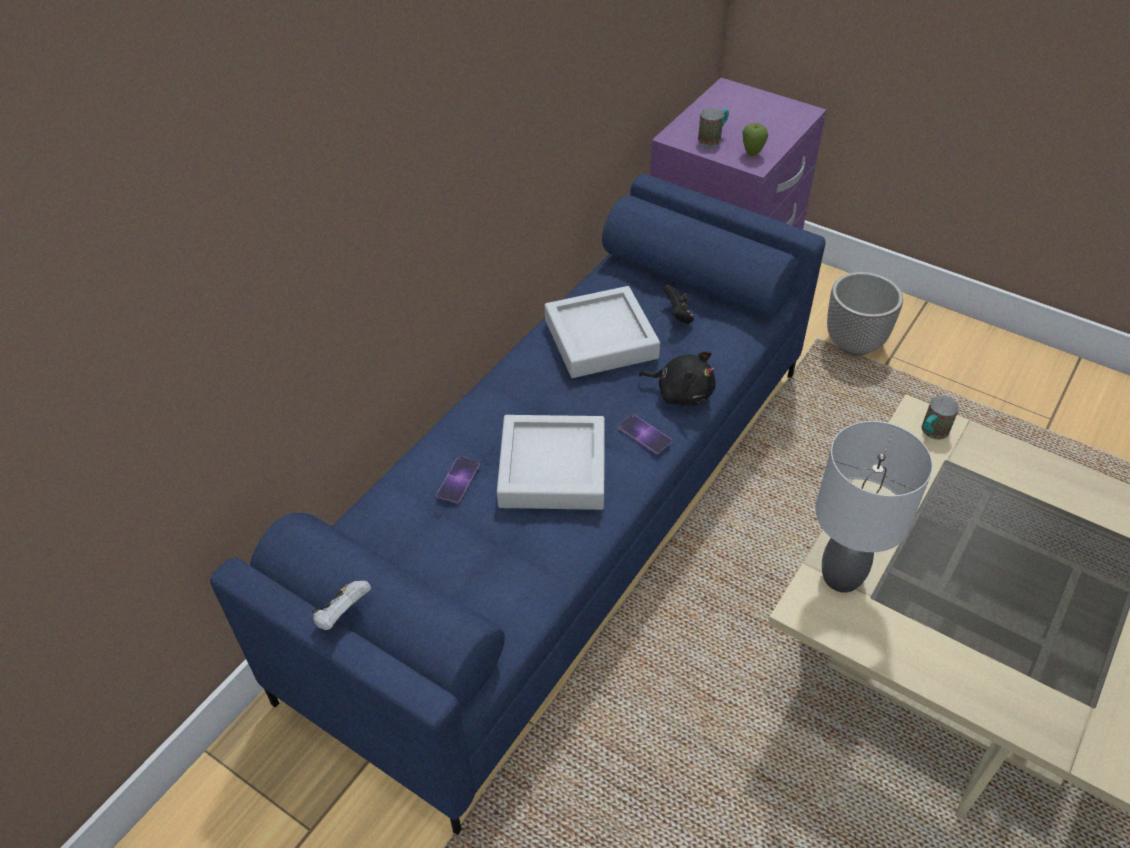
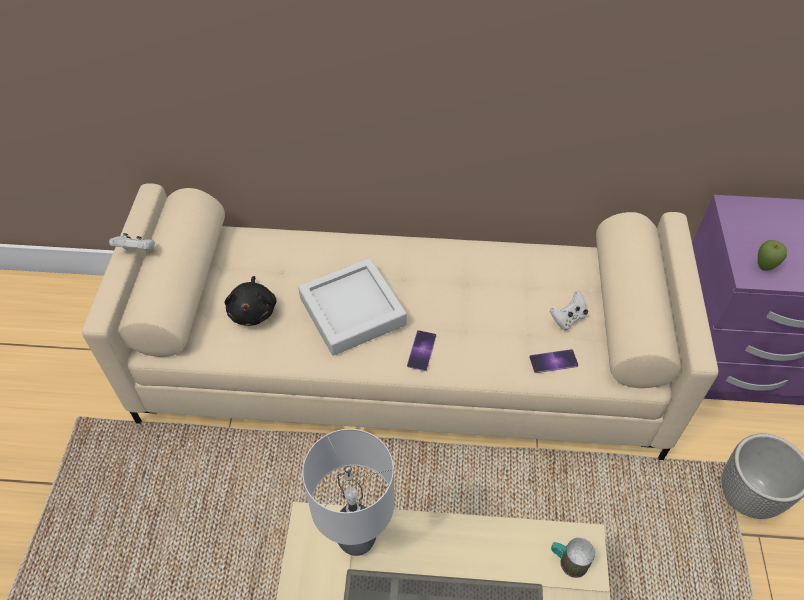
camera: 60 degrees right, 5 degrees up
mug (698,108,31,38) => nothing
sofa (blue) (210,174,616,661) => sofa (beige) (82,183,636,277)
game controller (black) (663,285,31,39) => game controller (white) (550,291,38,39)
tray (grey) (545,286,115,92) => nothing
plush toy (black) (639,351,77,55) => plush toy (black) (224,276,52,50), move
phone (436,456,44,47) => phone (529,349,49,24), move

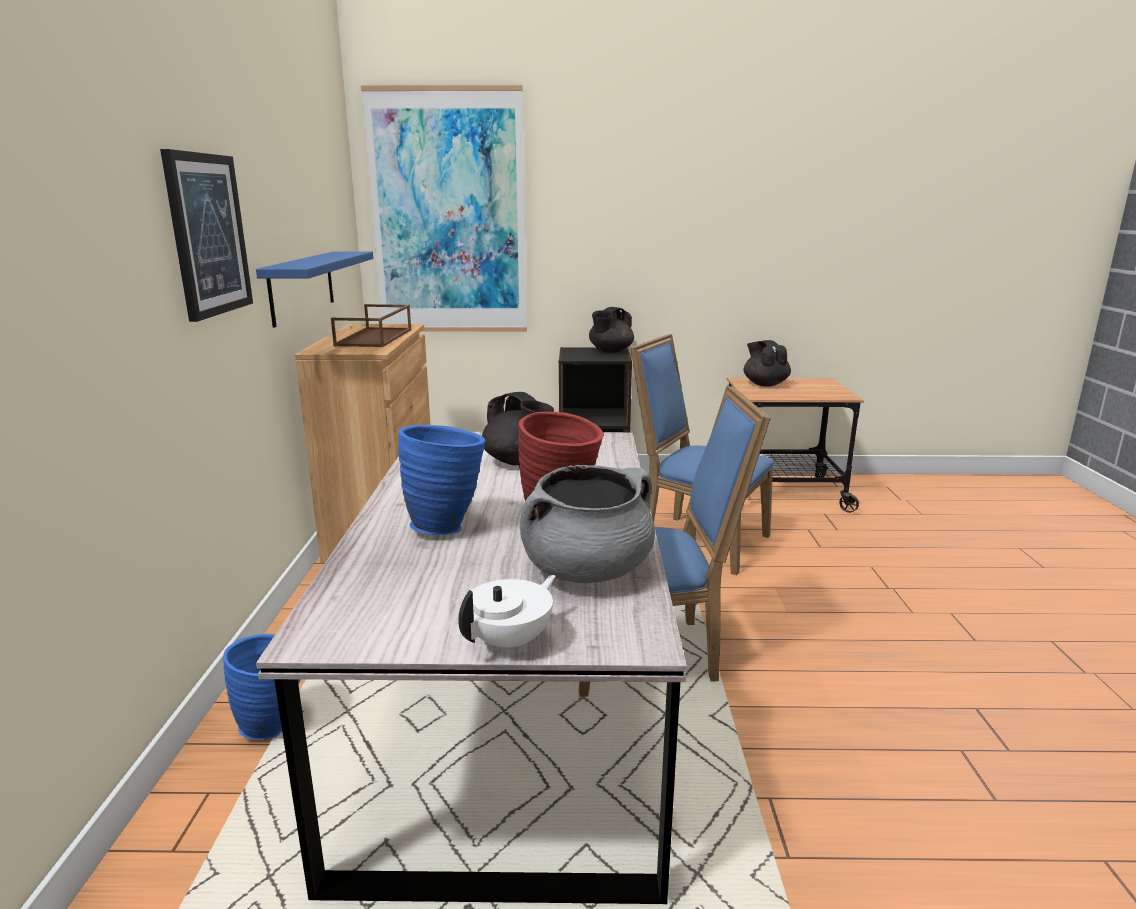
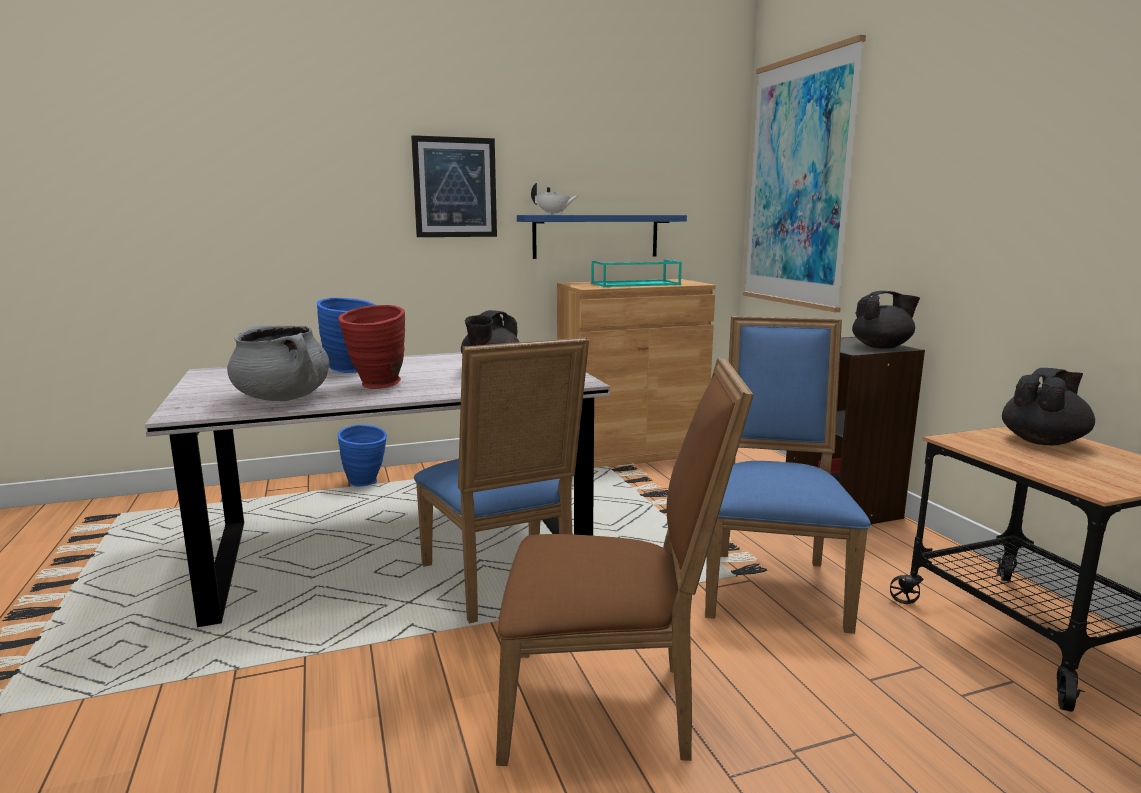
camera: 70 degrees right, 5 degrees down
tray (brown) (331,304,80,43) => tray (turquoise) (591,259,91,28)
teapot (black) (589,307,45,46) => teapot (black) (852,291,68,58), 150 degrees clockwise
teapot (white) (458,575,98,76) => teapot (white) (531,183,48,32), move
nothing => chair (brown) (496,357,258,409)

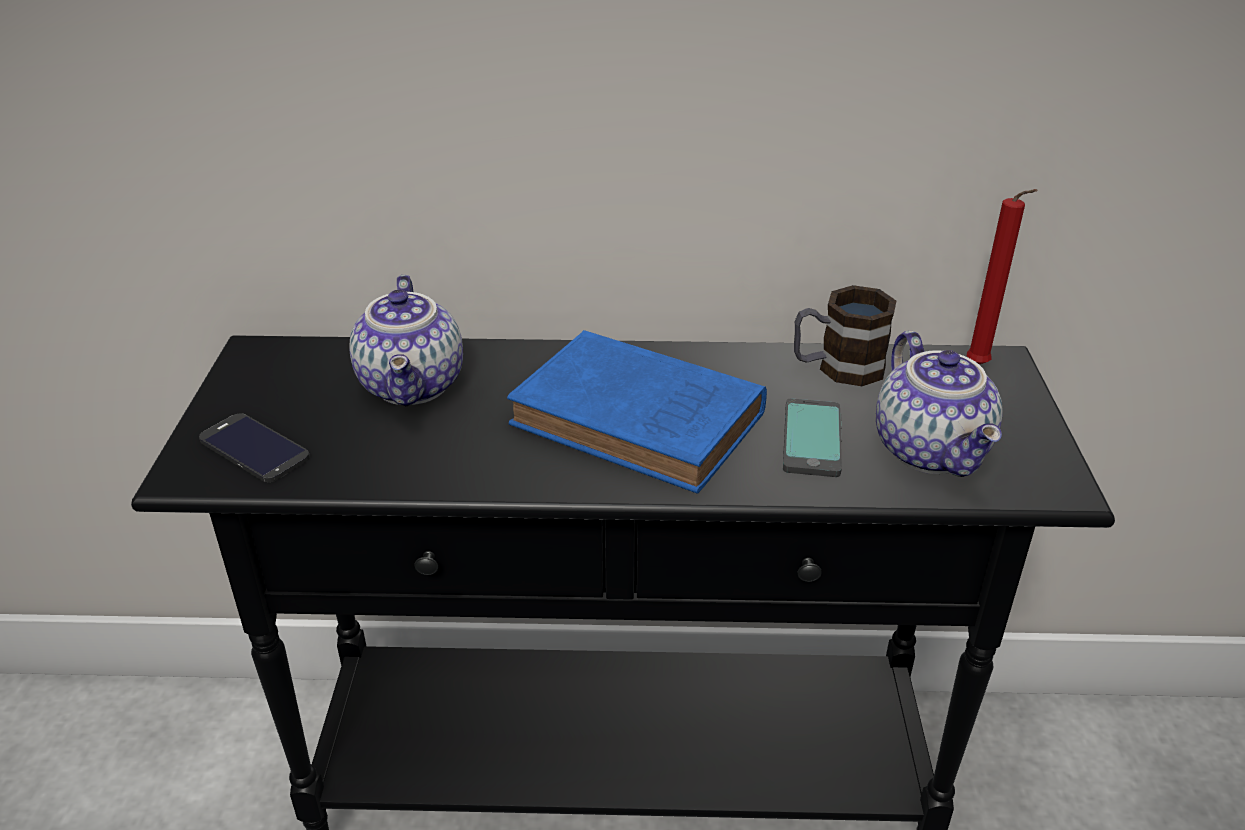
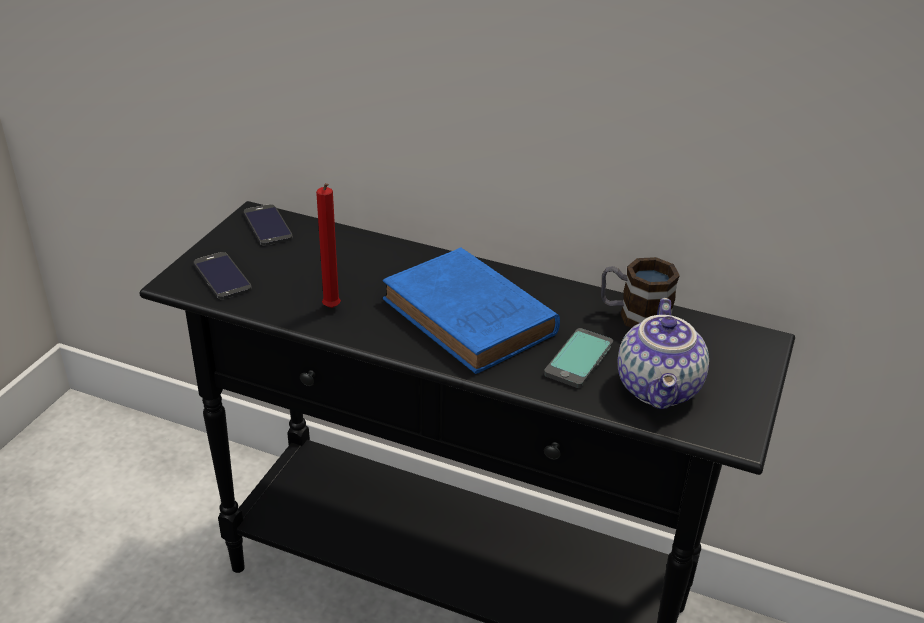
camera: 20 degrees right, 0 degrees up
candle (red) (967,189,71,175) => candle (red) (316,183,25,125), move
teapot (349,275,114,132) => nothing
nothing => phone (244,204,49,41)

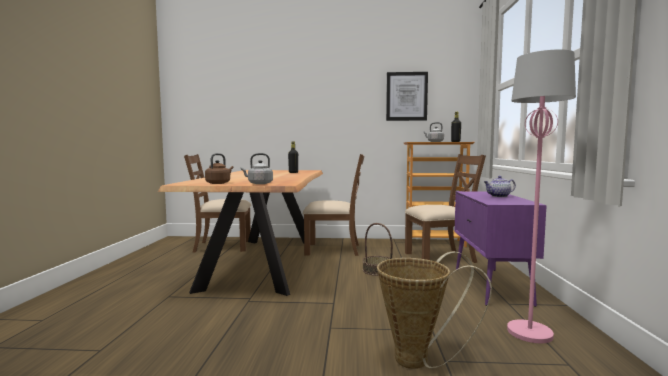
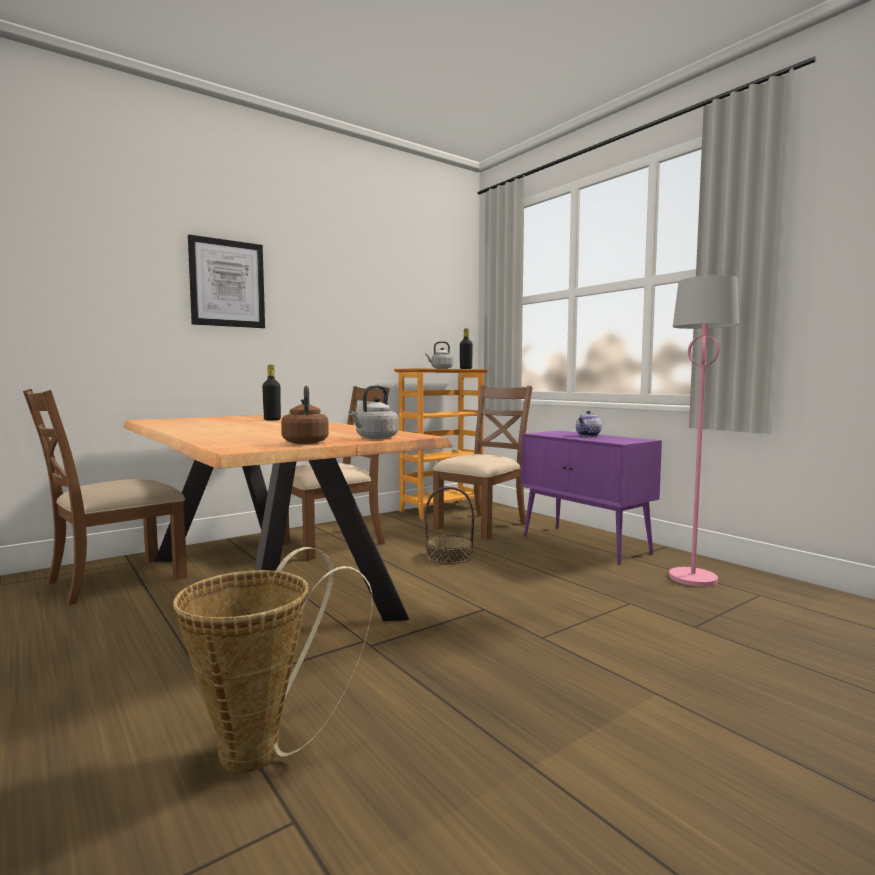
camera: 40 degrees left, 0 degrees up
picture (386,72,42,49) => picture (188,235,77,93), move
basket (377,251,115,118) => basket (173,547,200,226), move

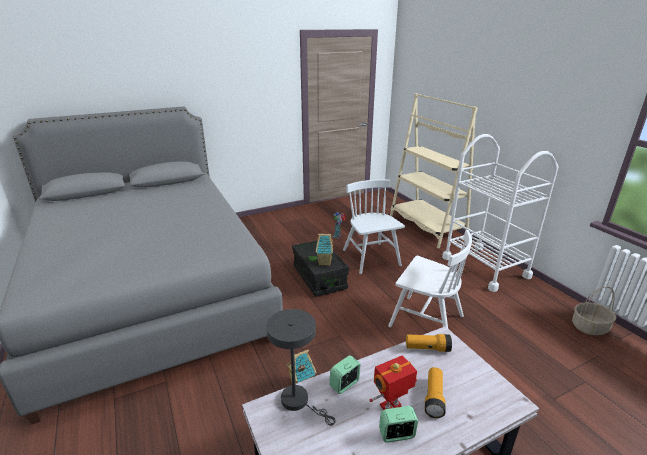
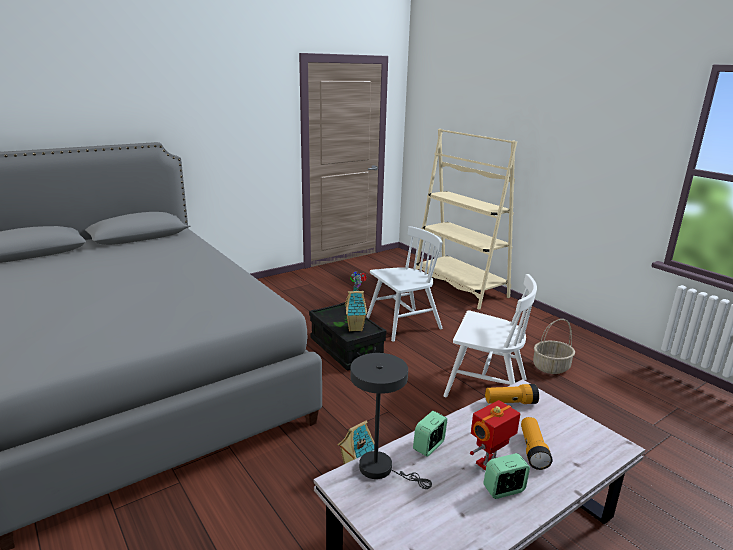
camera: 10 degrees left, 5 degrees down
cart (white) (442,134,117,158) => nothing
chair (white) (343,180,62,94) => chair (white) (366,226,77,116), 90 degrees clockwise
basket (572,286,44,49) => basket (533,319,42,55), move

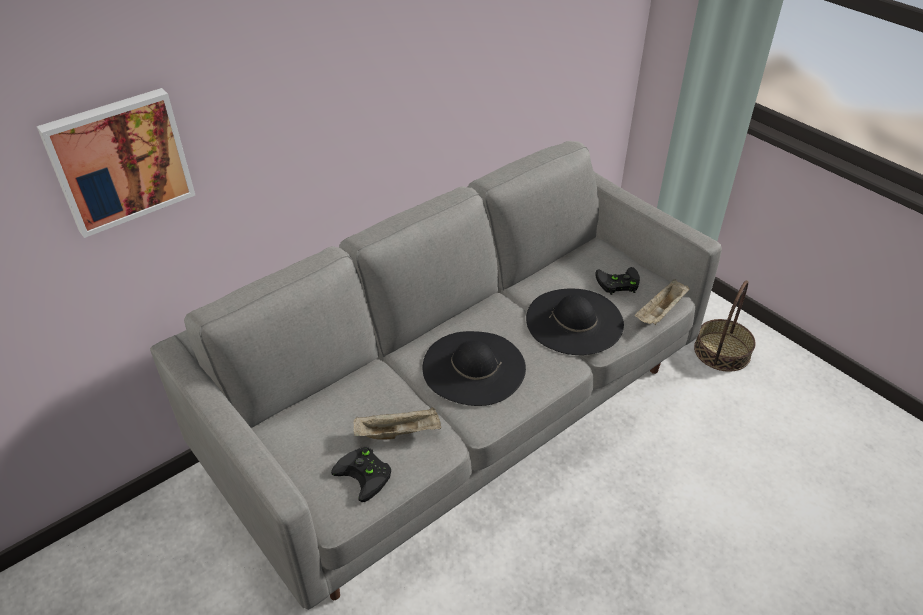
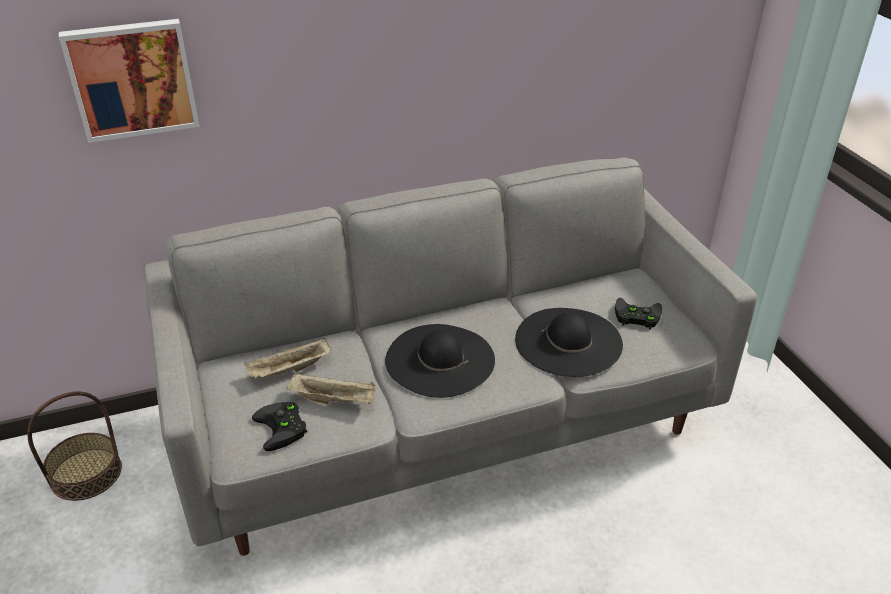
camera: 20 degrees right, 5 degrees down
tray (beige) (635,279,54,46) => tray (beige) (244,338,87,41), move
basket (694,280,62,92) => basket (27,391,95,110), move

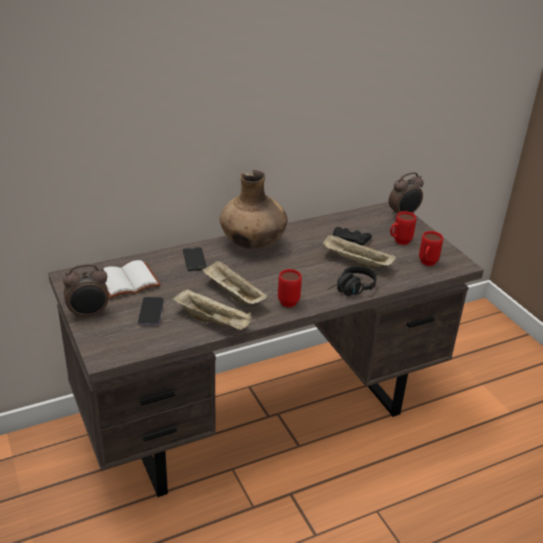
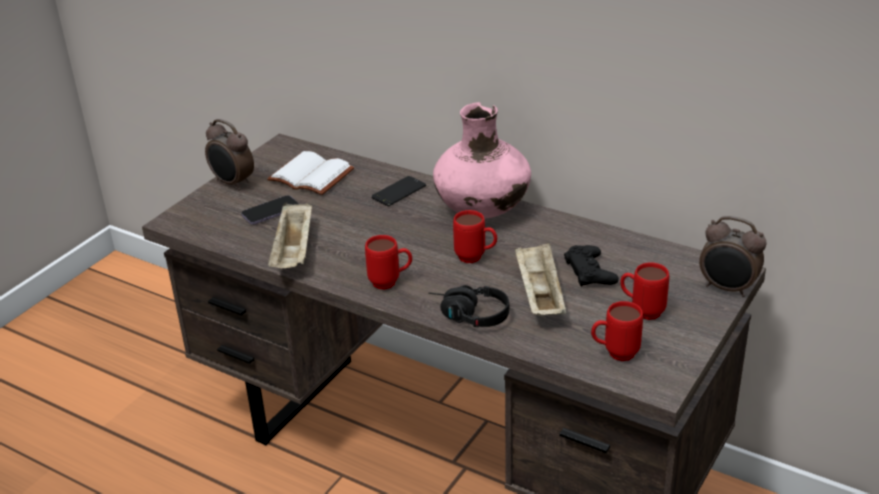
camera: 60 degrees right, 0 degrees up
vase (brown) (219,170,69,79) => vase (pink) (433,102,98,117)
tray (beige) (201,259,68,45) => nothing
nothing => mug (red) (453,210,44,53)

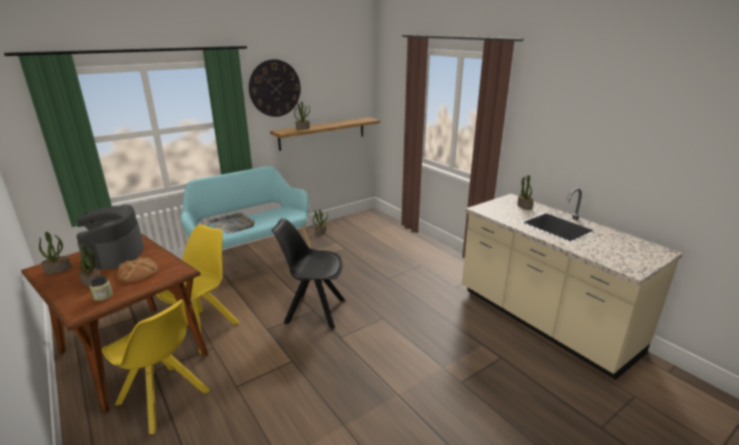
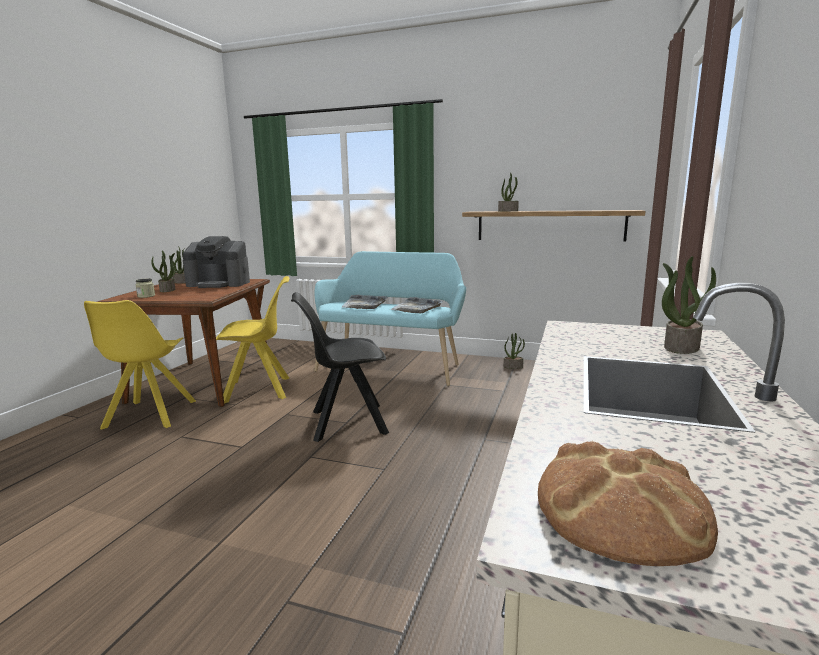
camera: 55 degrees right, 10 degrees down
wall clock (249,59,52,58) => nothing
coffee machine (77,205,67,65) => coffee machine (183,236,67,52), 135 degrees counterclockwise
chair (black) (272,218,73,111) => chair (black) (291,292,98,150), 75 degrees counterclockwise
bread (117,257,42,25) => bread (538,441,180,125), move
nothing => tray (grey) (390,297,53,16)

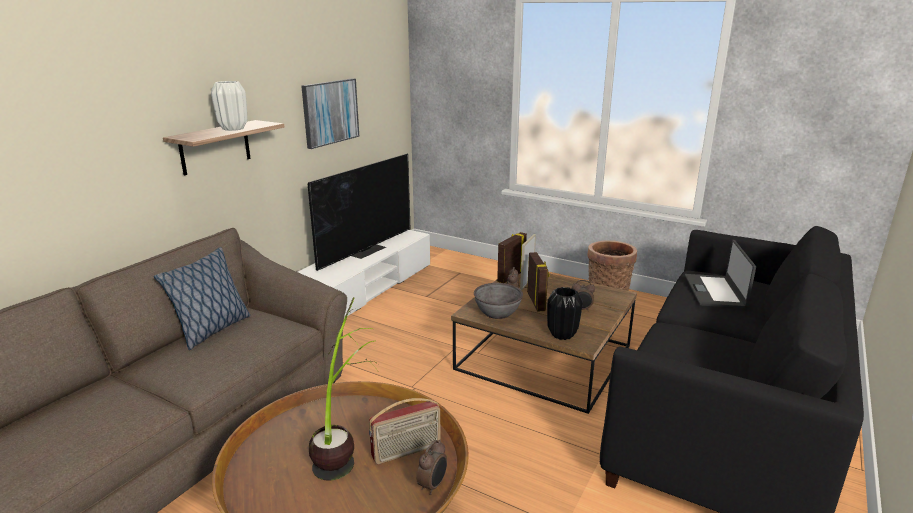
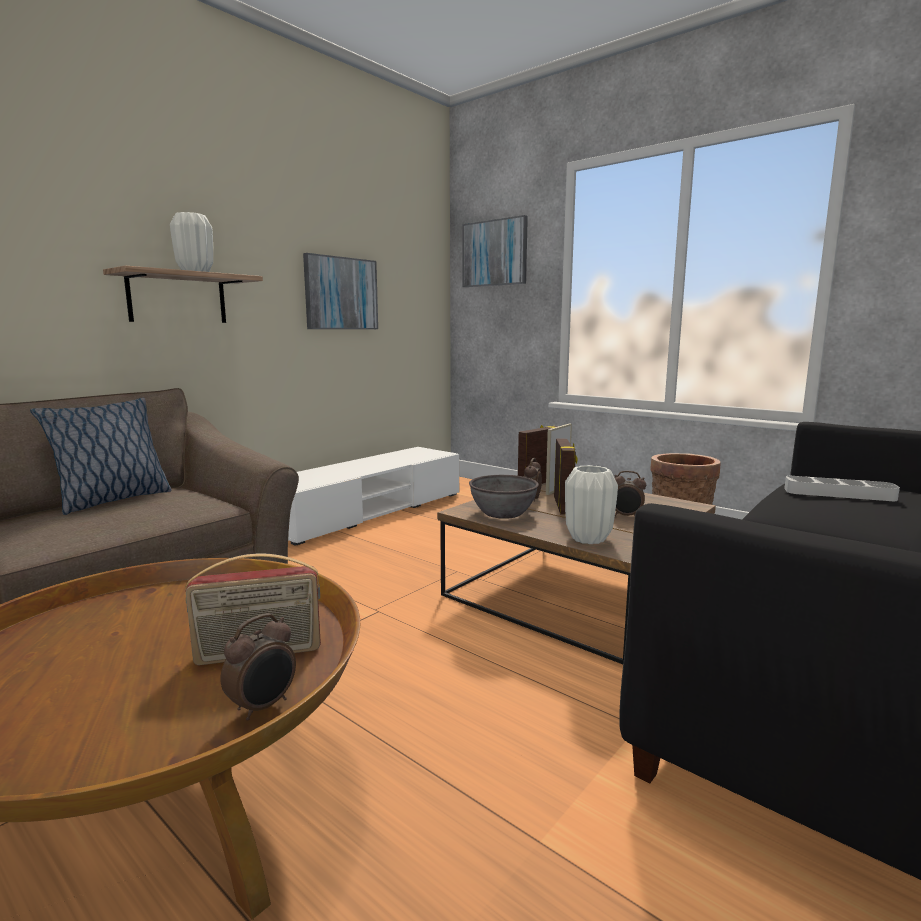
camera: 10 degrees right, 10 degrees down
television (308,154,103,117) => nothing
laptop (685,240,71,68) => tray (grey) (784,476,116,25)
vase (black) (547,287,36,53) => vase (white) (565,465,53,79)
potted plant (309,297,69,184) => nothing
nothing => picture (462,215,66,72)

